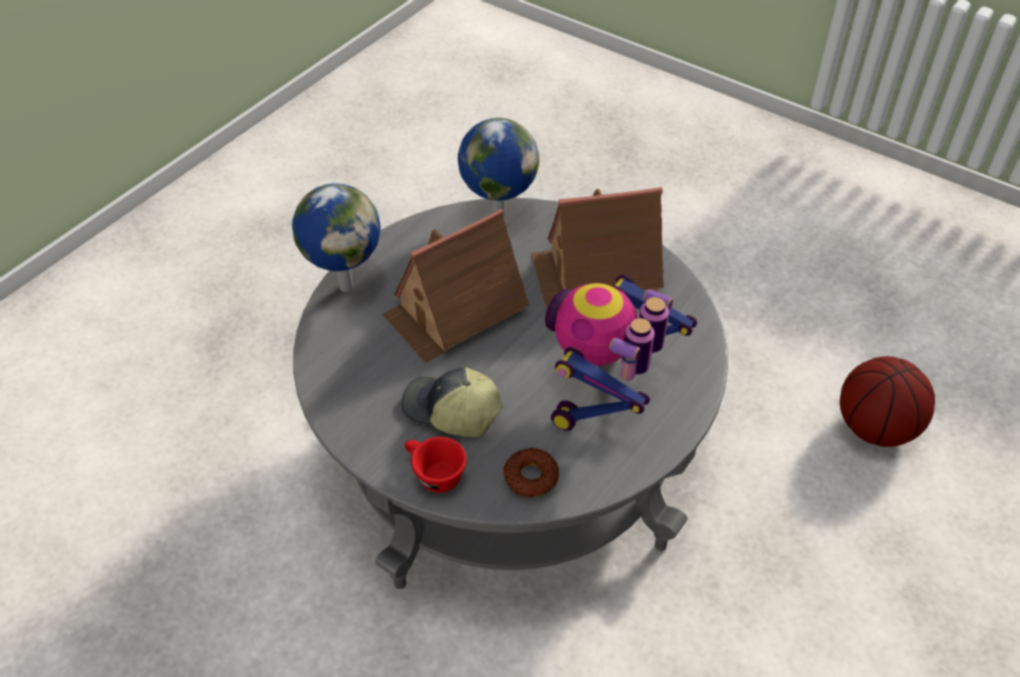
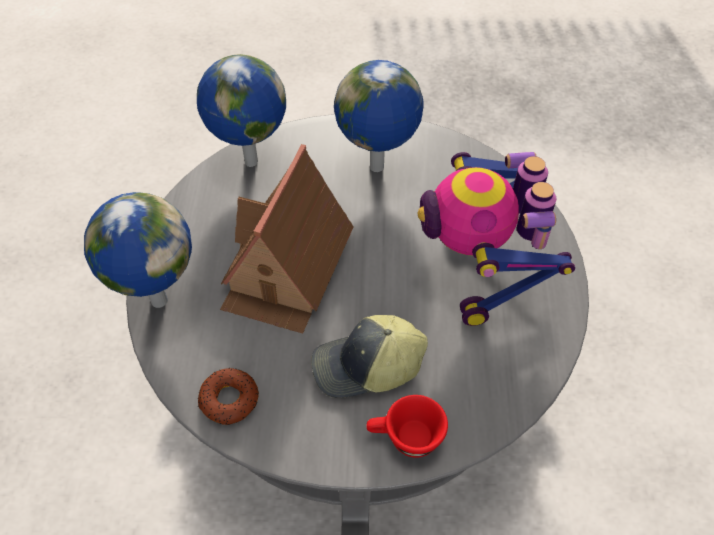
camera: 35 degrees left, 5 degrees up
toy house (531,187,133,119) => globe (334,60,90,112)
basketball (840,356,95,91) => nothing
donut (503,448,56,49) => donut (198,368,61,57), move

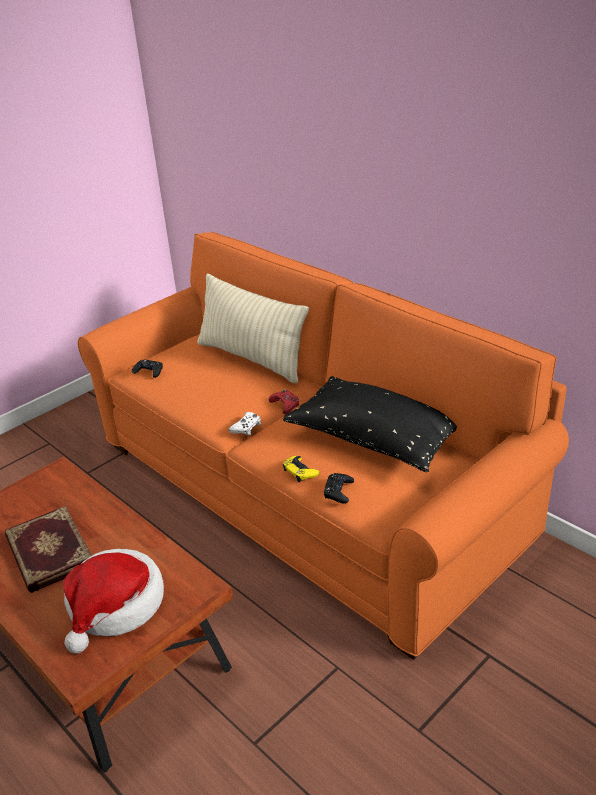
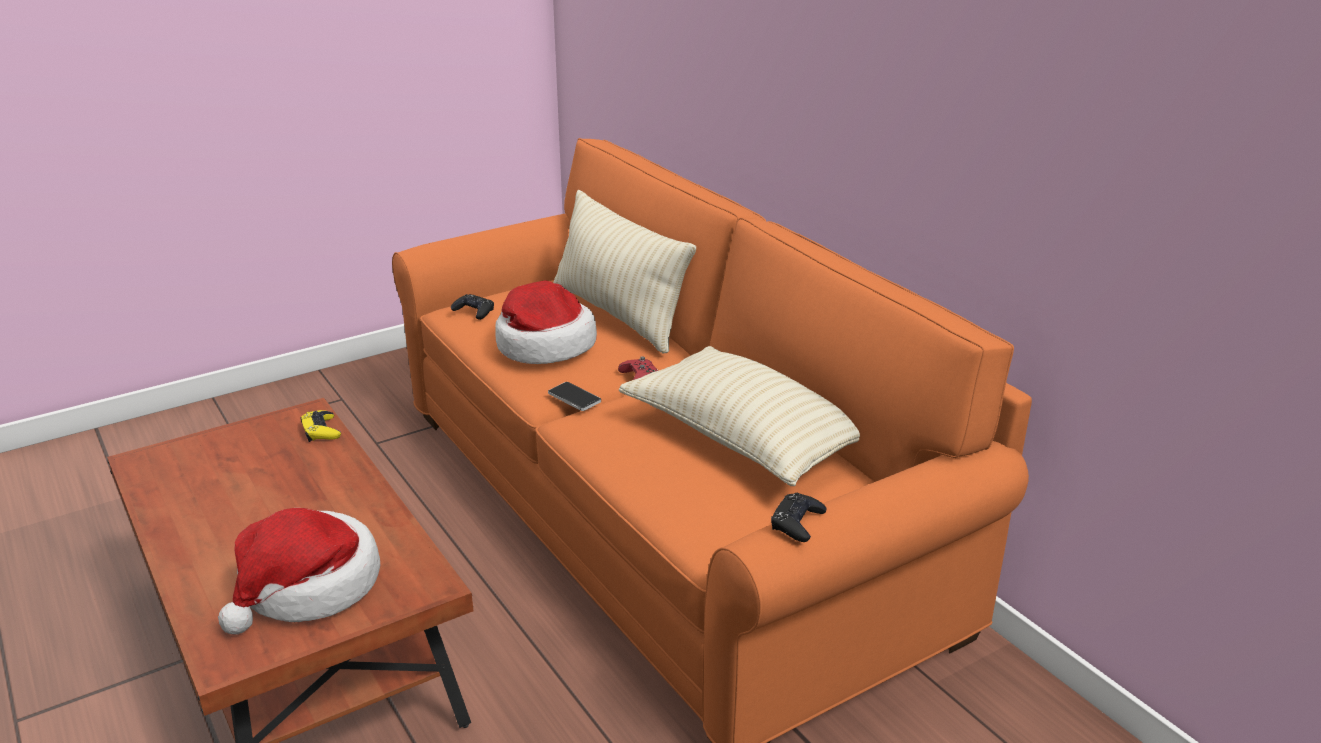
camera: 10 degrees right, 5 degrees down
pillow (black) (283,376,174,96) => pillow (beige) (619,346,241,140)
game controller (white) (229,412,32,23) => phone (548,382,53,29)
game controller (yellow) (283,456,36,26) => game controller (yellow) (300,410,41,32), move
game controller (black) (324,473,30,31) => game controller (black) (771,493,56,49), move
book (5,506,87,87) => nothing
nothing => hat (495,281,102,83)

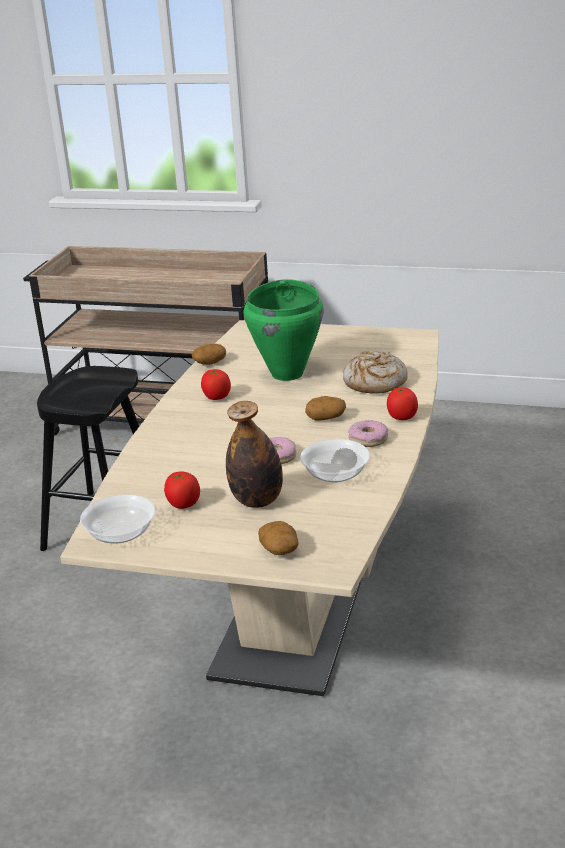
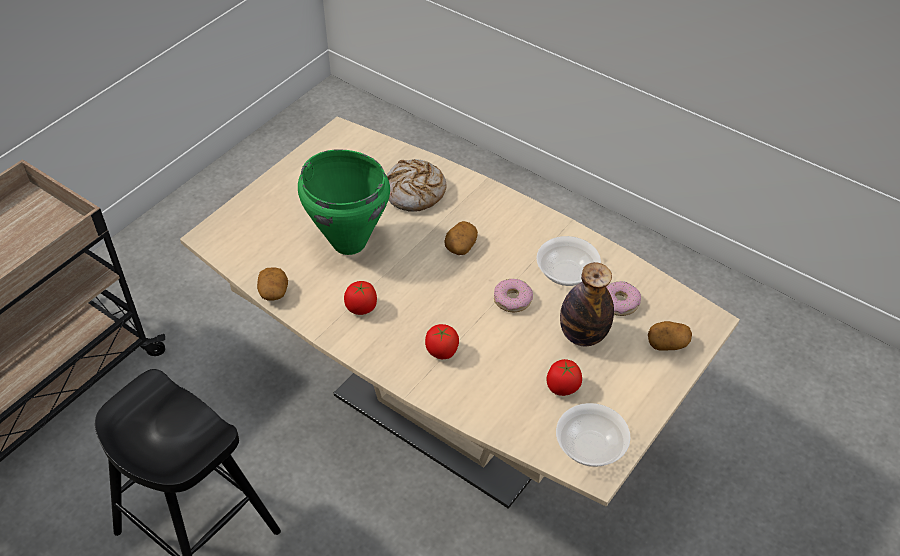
camera: 70 degrees left, 20 degrees up
tomato (387,387,31,33) => tomato (425,324,34,35), move
donut (348,420,40,27) => donut (606,281,35,35), move

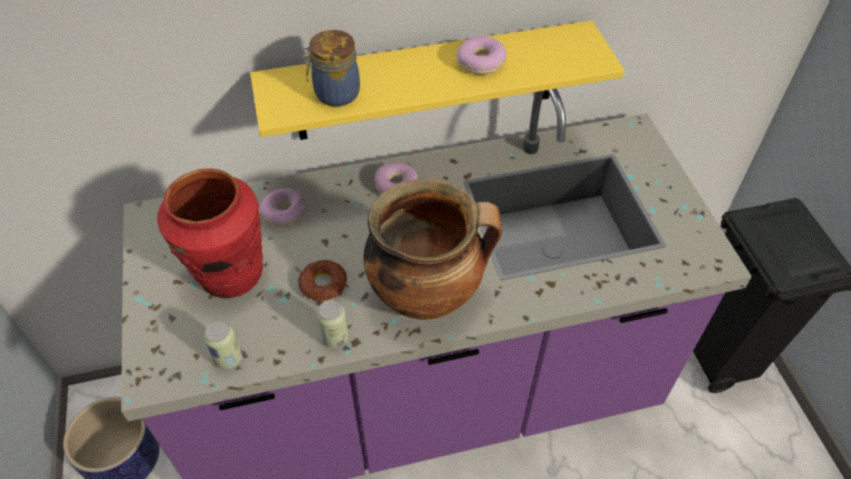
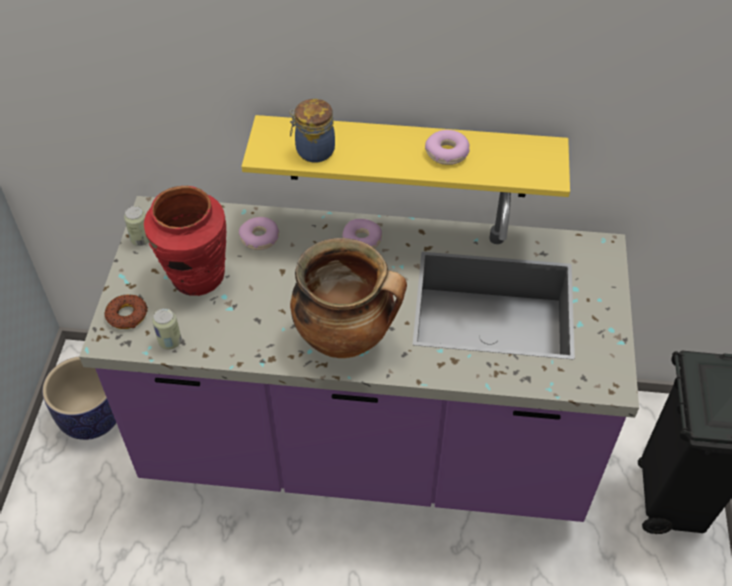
camera: 20 degrees right, 0 degrees up
donut (298,260,49,41) => donut (105,295,43,34), move
can (317,300,32,48) => can (124,206,25,40), move

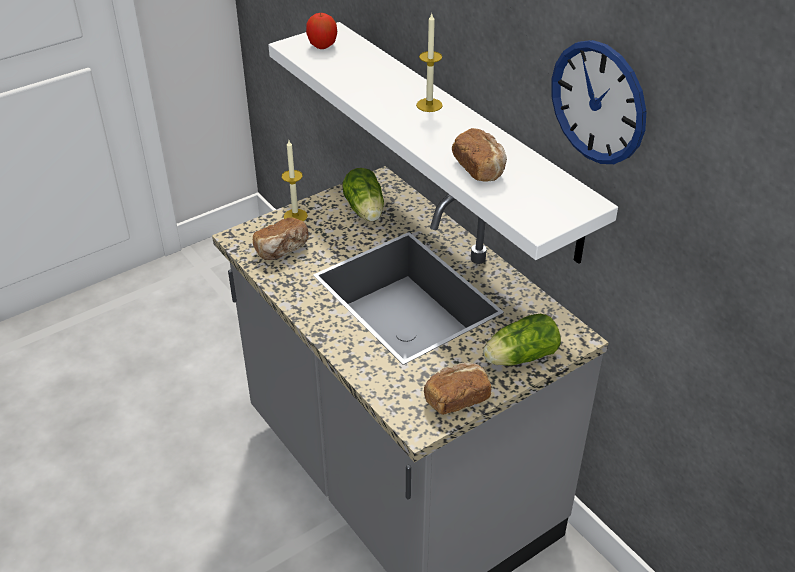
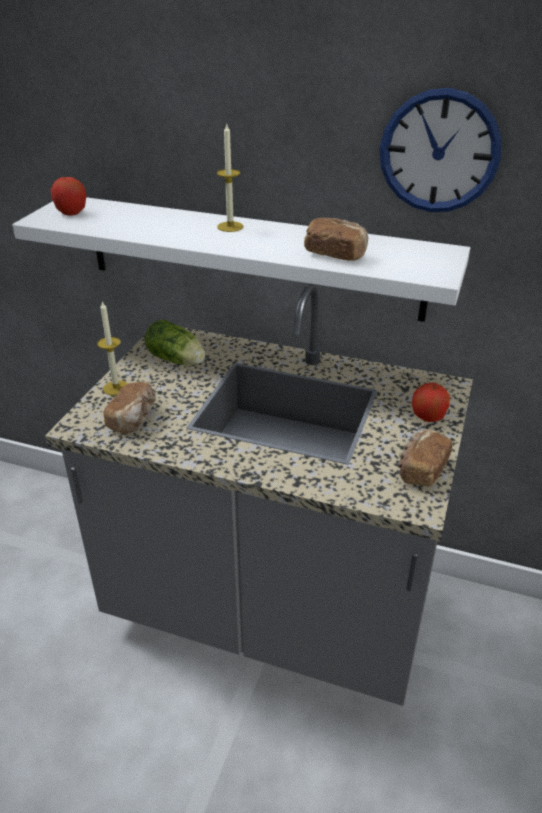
camera: 35 degrees left, 5 degrees down
lettuce (483,314,78,52) => apple (412,383,38,39)

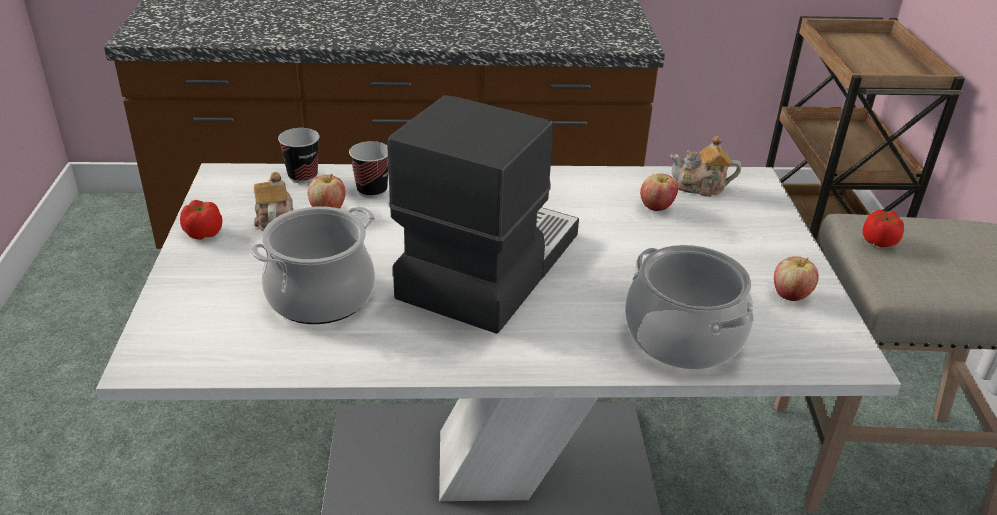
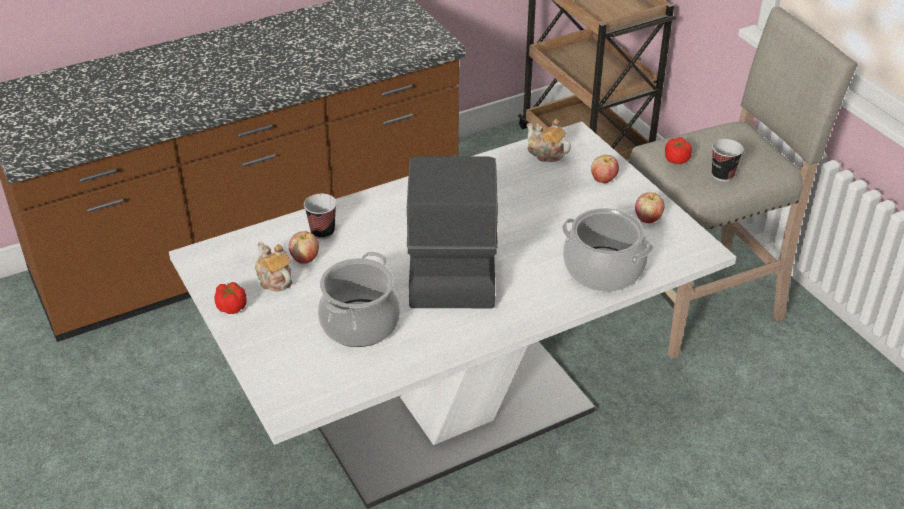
camera: 25 degrees left, 5 degrees up
cup (278,128,42,55) => cup (712,139,31,42), move
teapot (670,135,71,62) => teapot (527,119,44,43), 60 degrees clockwise
apple (640,174,38,37) => apple (591,155,28,28), move

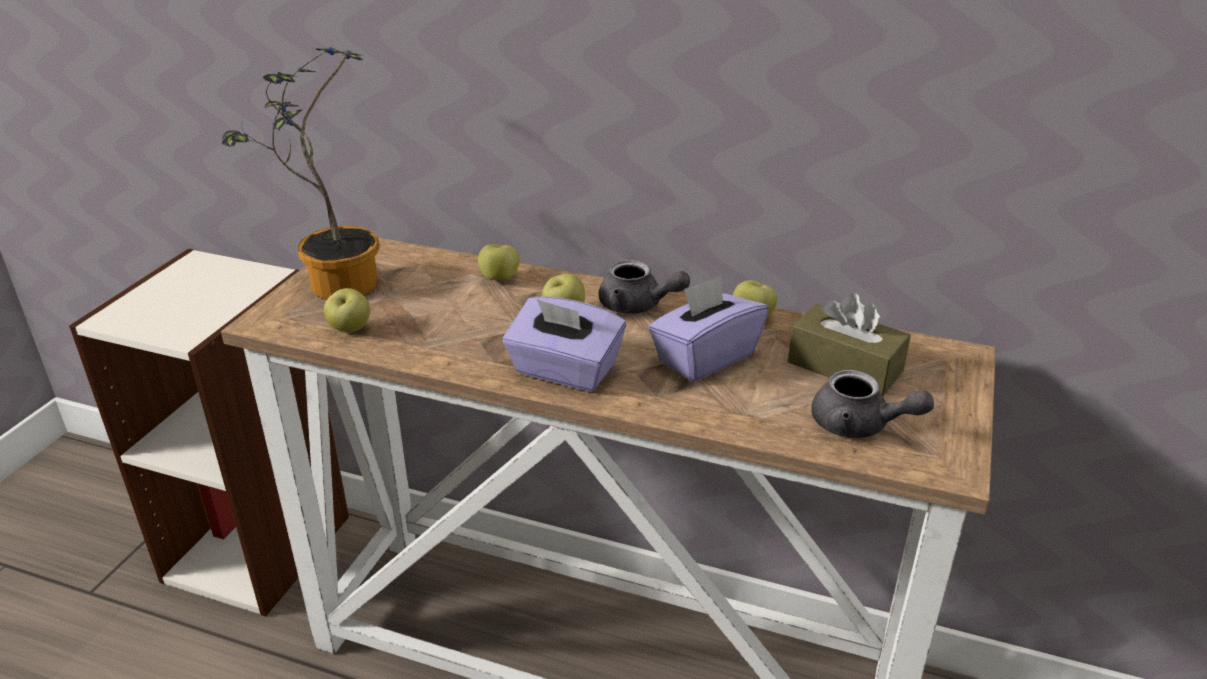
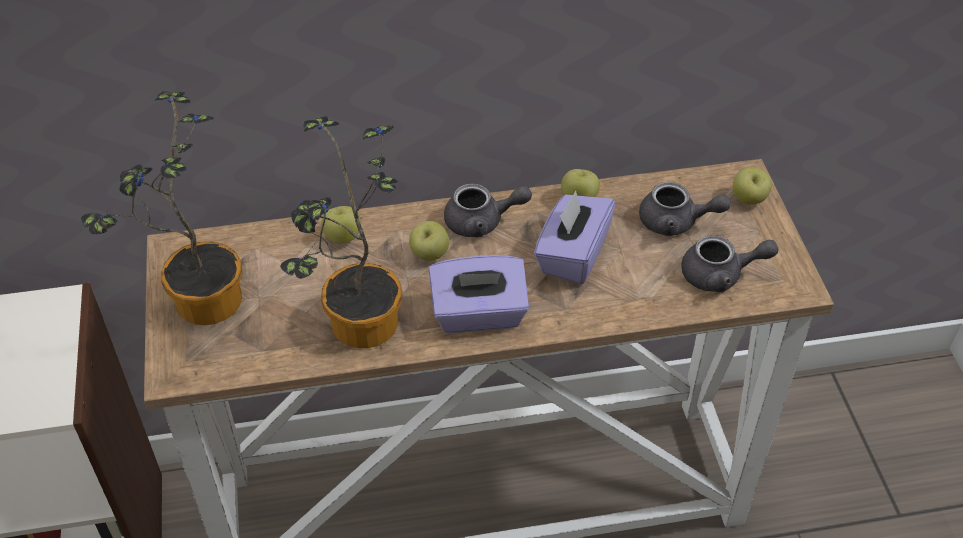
camera: 30 degrees left, 15 degrees up
apple (324,288,46,45) => apple (733,167,39,38), move
tissue box (brown) (788,293,123,103) => teapot (grey) (639,182,92,54)
nothing => potted plant (280,116,122,232)

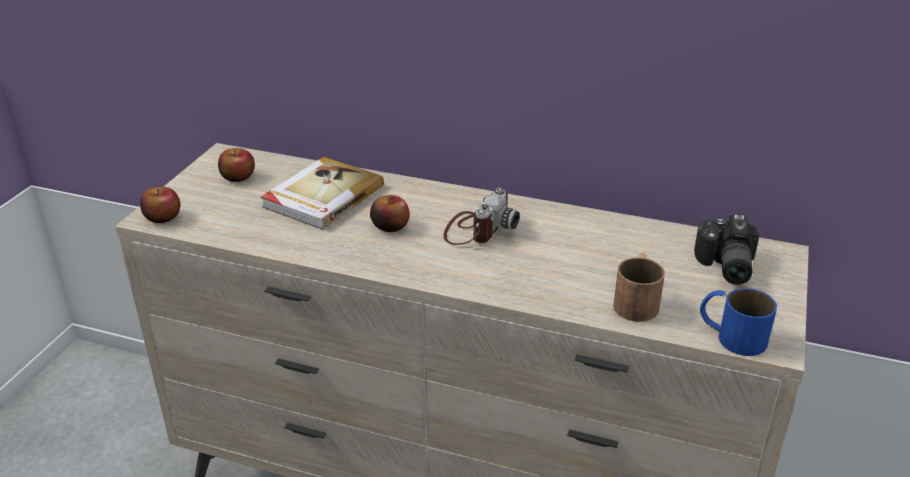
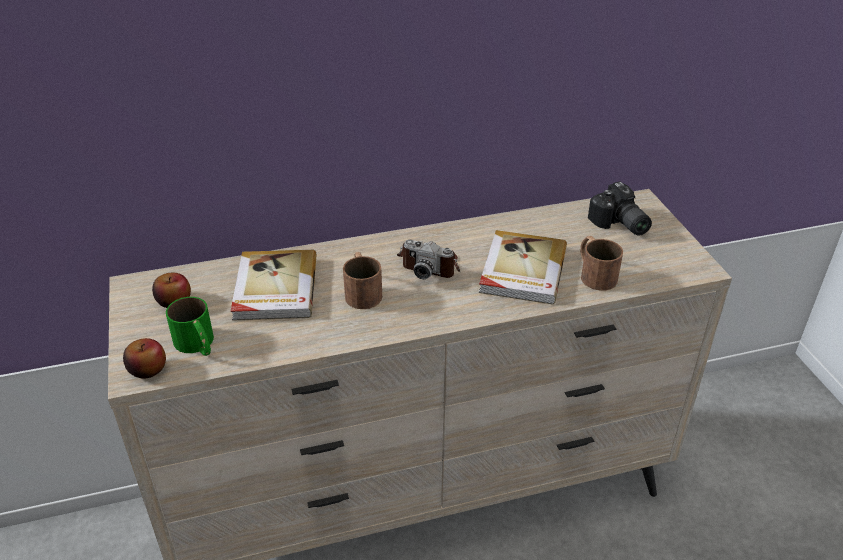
camera: 35 degrees left, 5 degrees up
photo camera (443,188,77,57) => photo camera (397,239,63,40), 120 degrees clockwise
apple (370,195,39,37) => mug (brown) (343,252,39,57)
mug (blue) (700,288,77,68) => nothing
nothing => book (479,230,88,75)
nothing => mug (green) (166,297,48,59)

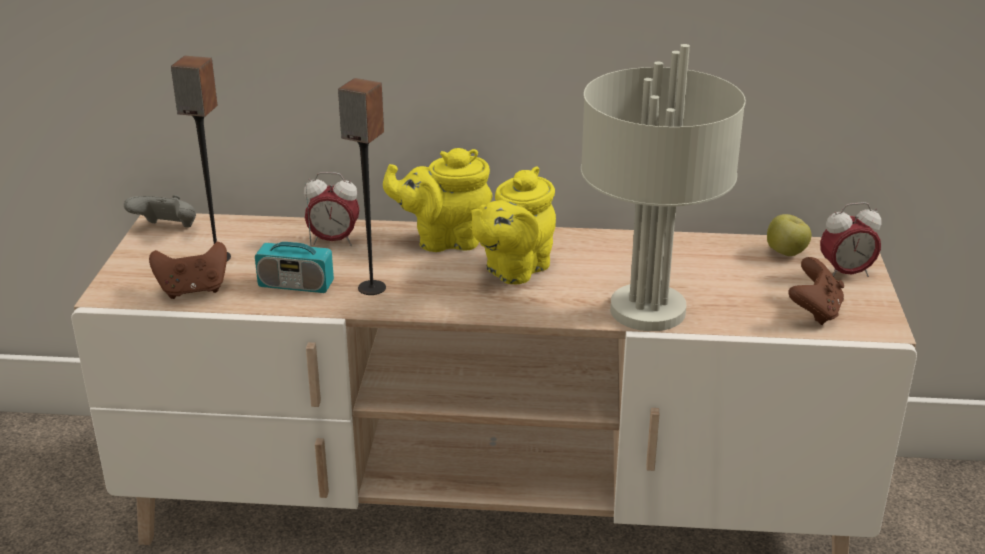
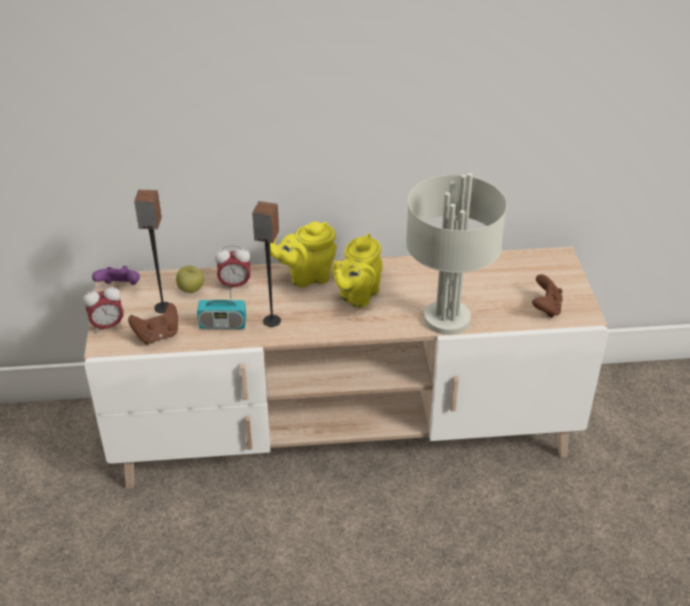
camera: 10 degrees left, 10 degrees up
game controller (grey) (124,195,72,32) => game controller (purple) (92,266,48,19)
alarm clock (820,202,62,75) => alarm clock (83,285,41,48), move
apple (767,214,45,42) => apple (176,265,28,28), move

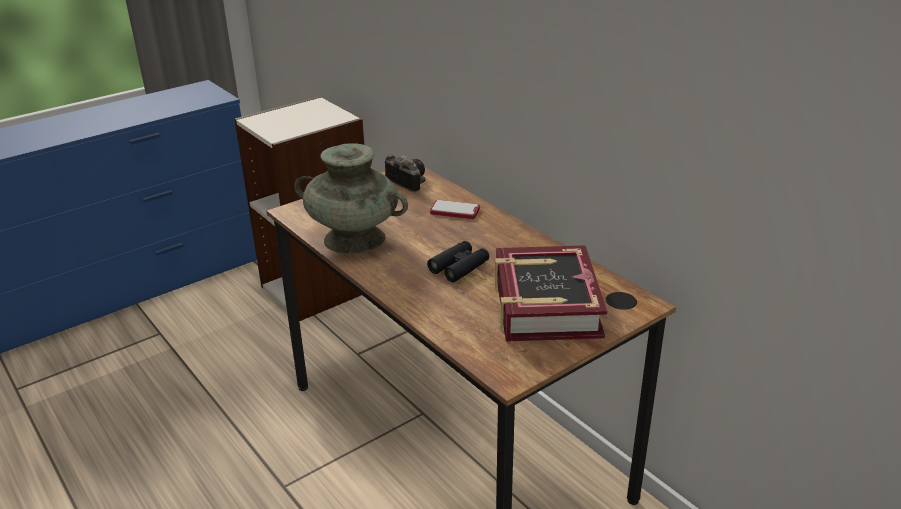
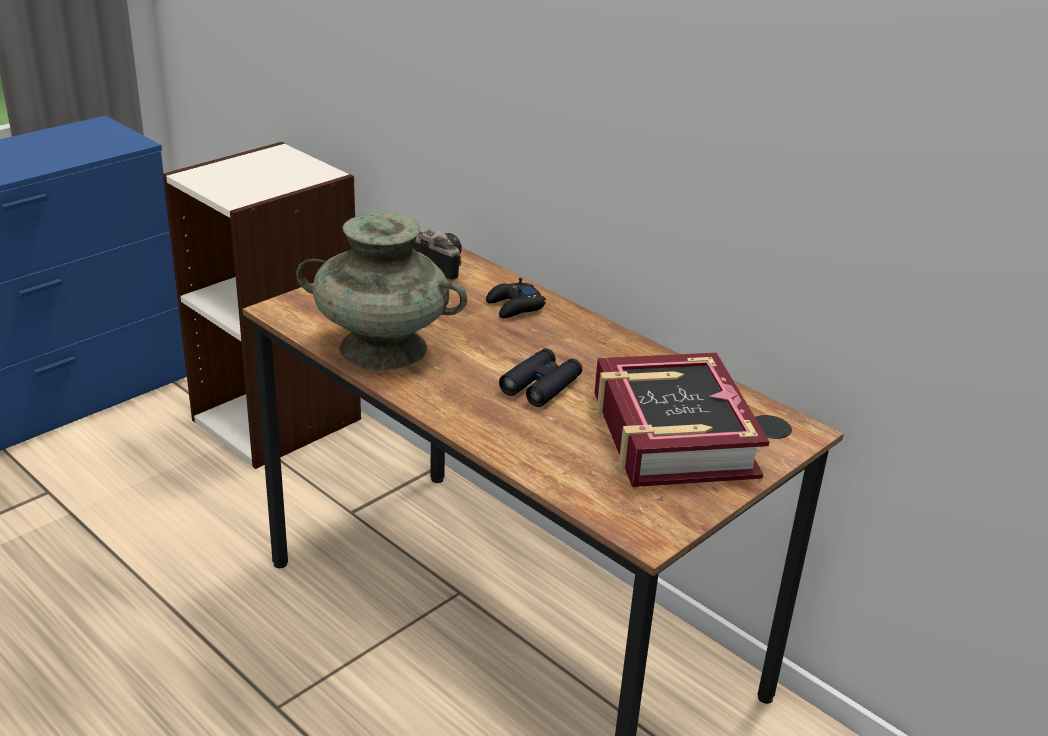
camera: 10 degrees left, 0 degrees up
phone (430,200,50,19) => game controller (black) (486,278,60,40)

